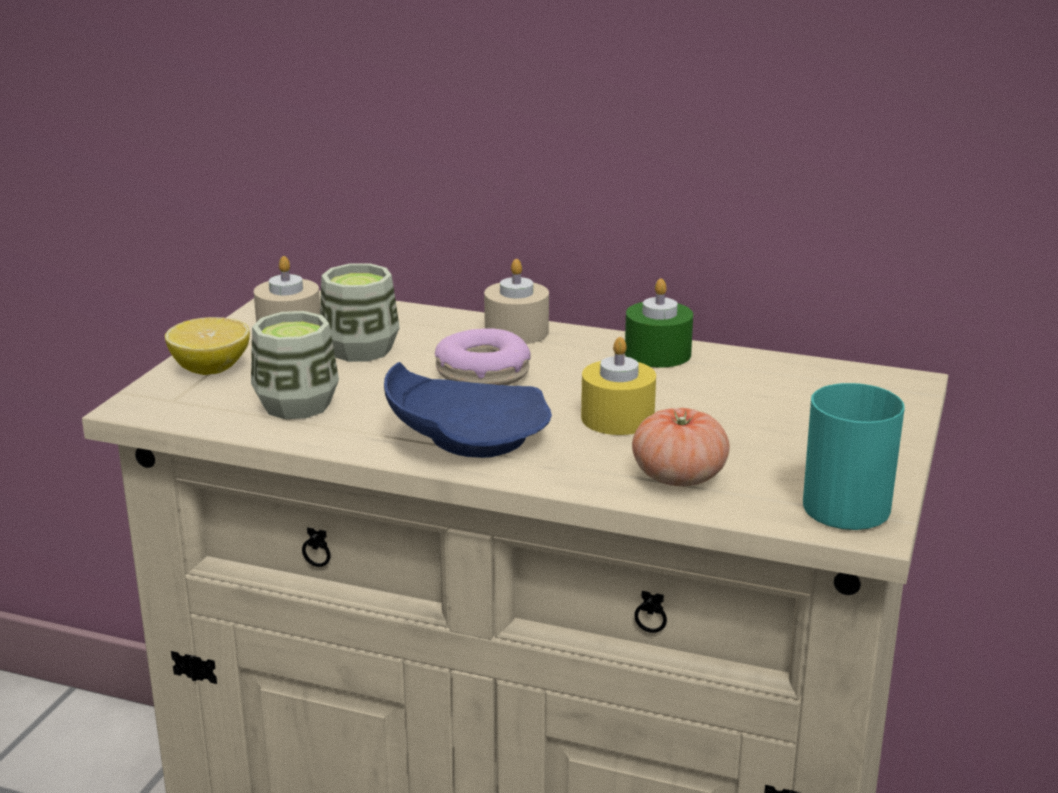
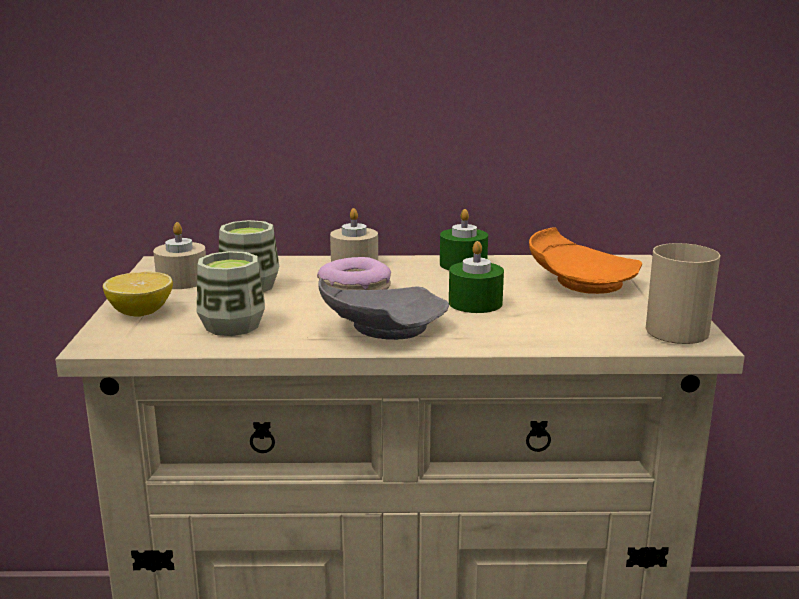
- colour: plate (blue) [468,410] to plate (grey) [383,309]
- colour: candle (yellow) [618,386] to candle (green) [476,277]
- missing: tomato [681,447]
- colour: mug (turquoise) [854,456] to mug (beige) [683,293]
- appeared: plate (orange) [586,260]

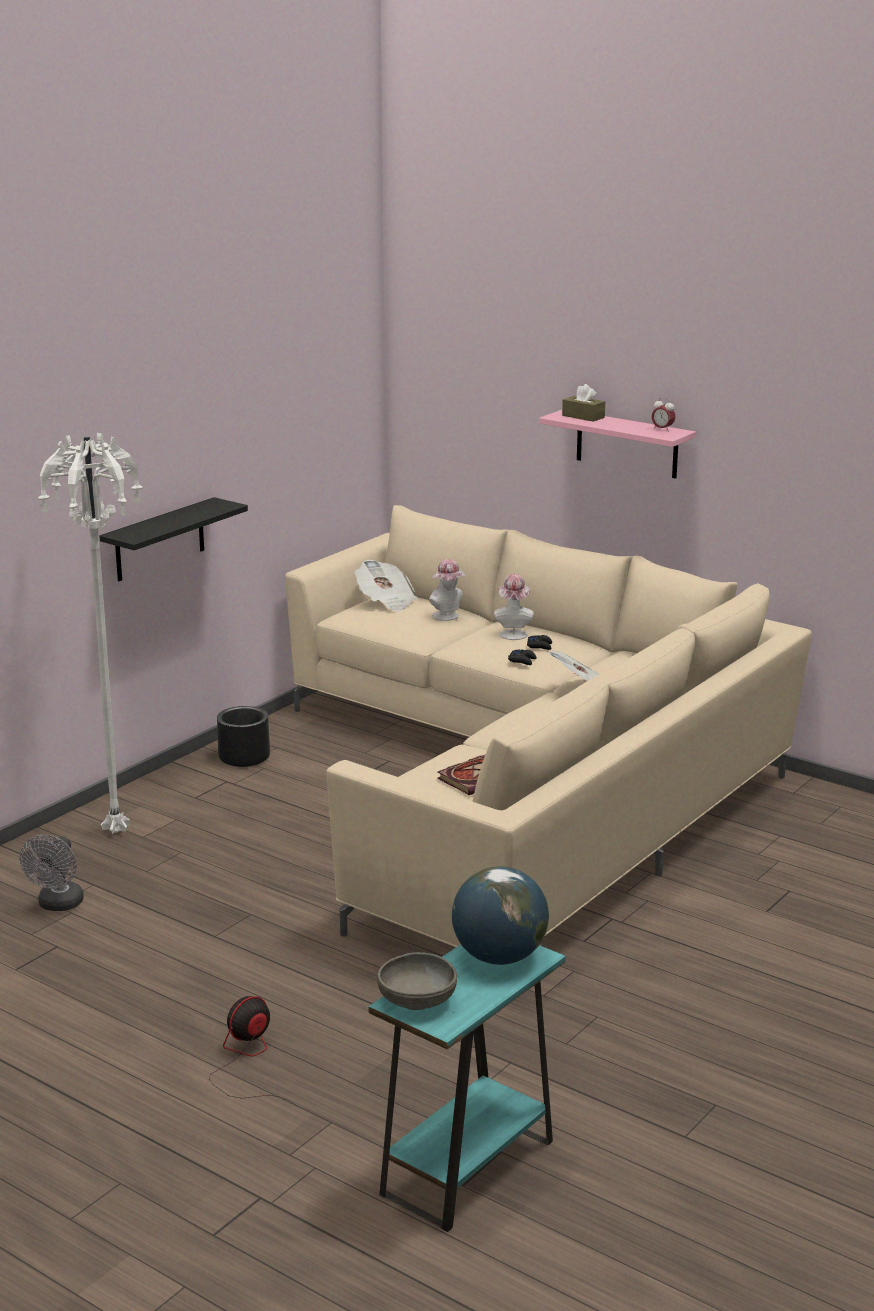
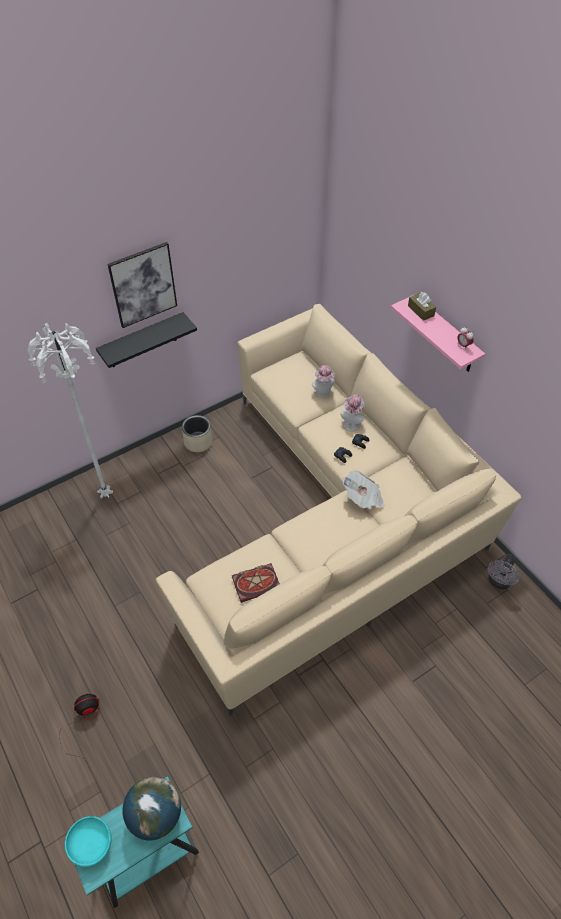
- relocated: fan (grey) [52,873] to [504,572]
- colour: planter (black) [243,736] to planter (beige) [197,433]
- missing: newspaper [386,586]
- colour: bowl (grey) [417,981] to bowl (turquoise) [88,841]
- appeared: picture [142,285]

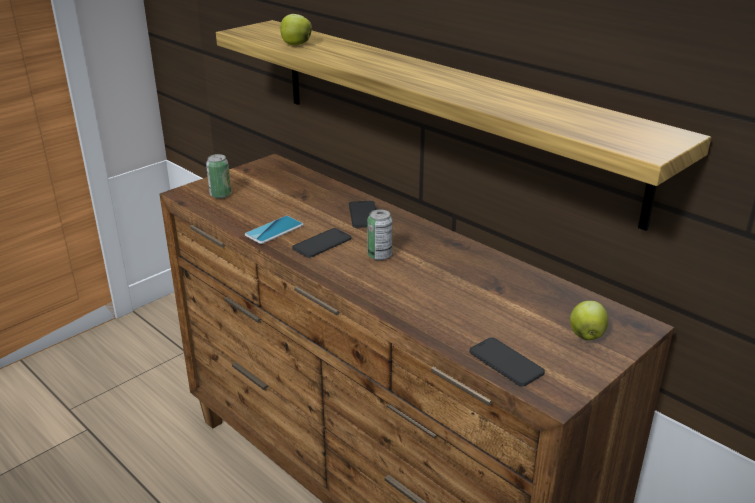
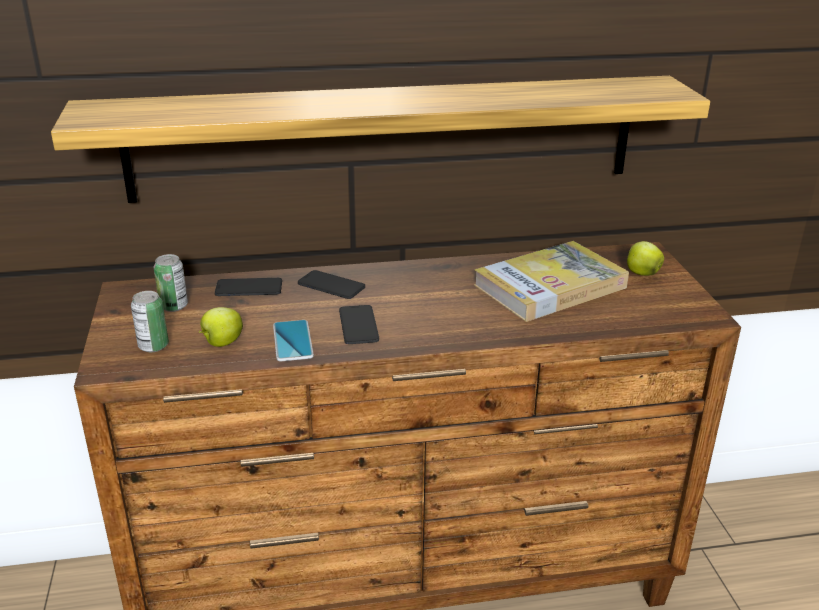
- relocated: apple [295,29] to [221,327]
- relocated: can [380,234] to [171,283]
- relocated: phone [507,362] to [248,287]
- appeared: book [551,281]

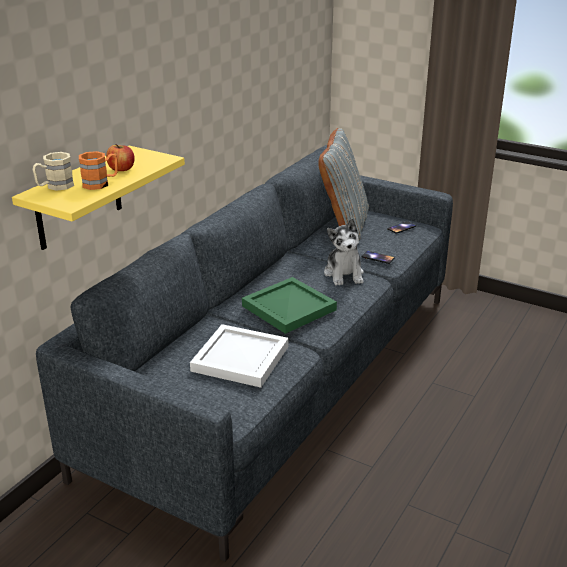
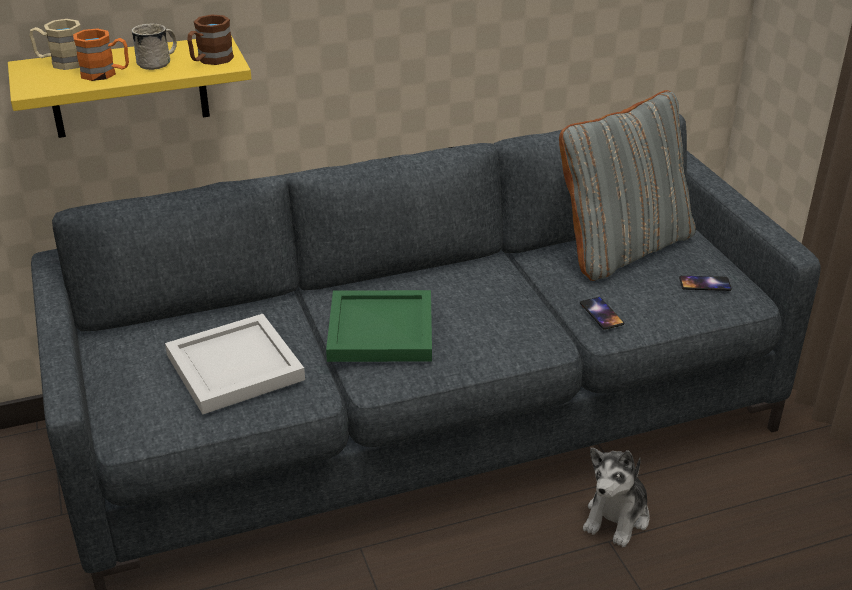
- exchanged: apple [120,157] to mug (white) [154,47]
- relocated: plush toy [344,252] to [616,497]
- appeared: mug (brown) [210,39]

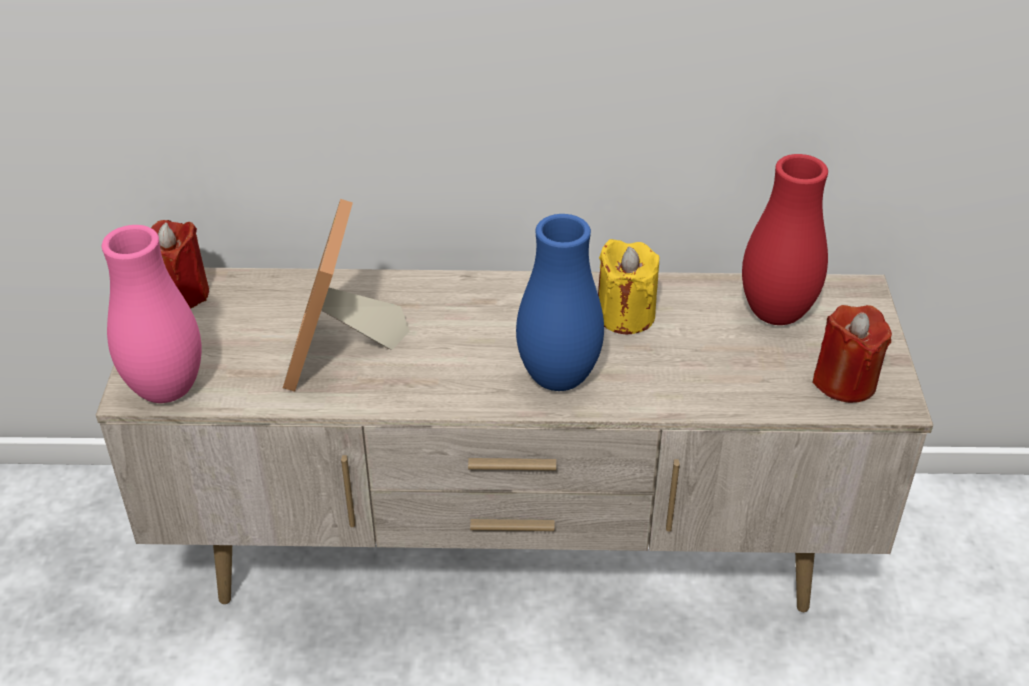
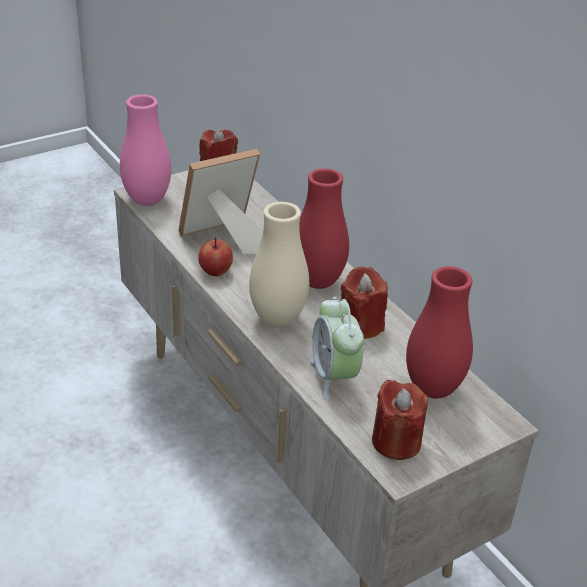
- colour: vase (blue) [560,302] to vase (beige) [279,264]
- colour: candle (yellow) [629,286] to candle (red) [364,303]
- appeared: apple [215,256]
- appeared: vase (red) [324,228]
- appeared: alarm clock [337,348]

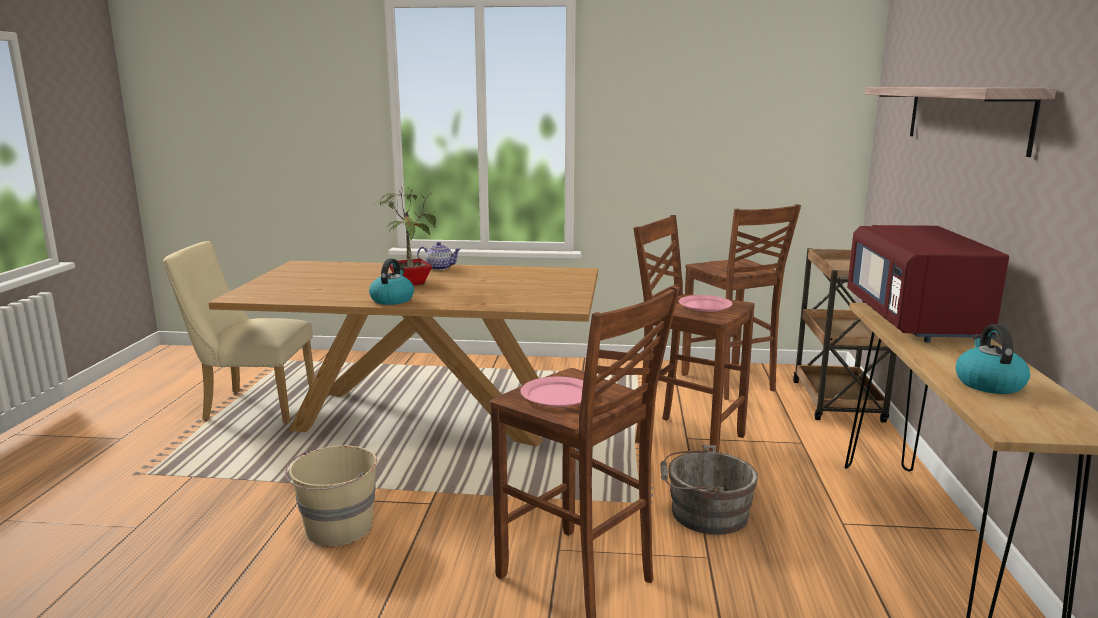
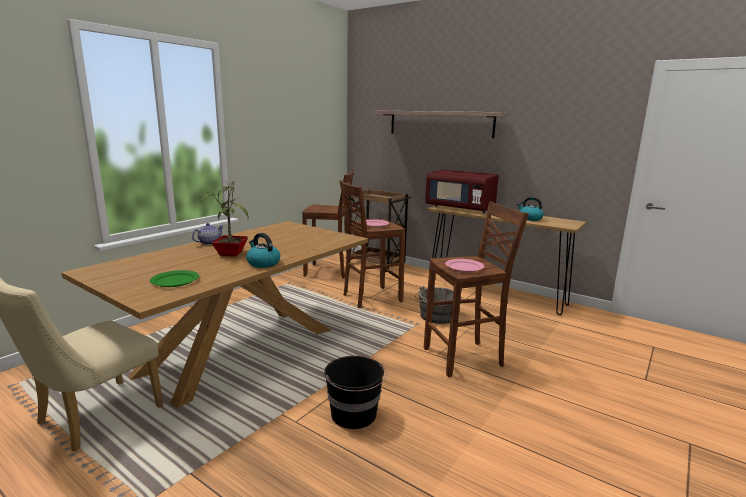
- colour: bucket (beige) [331,495] to bucket (black) [355,392]
- appeared: plate (green) [174,278]

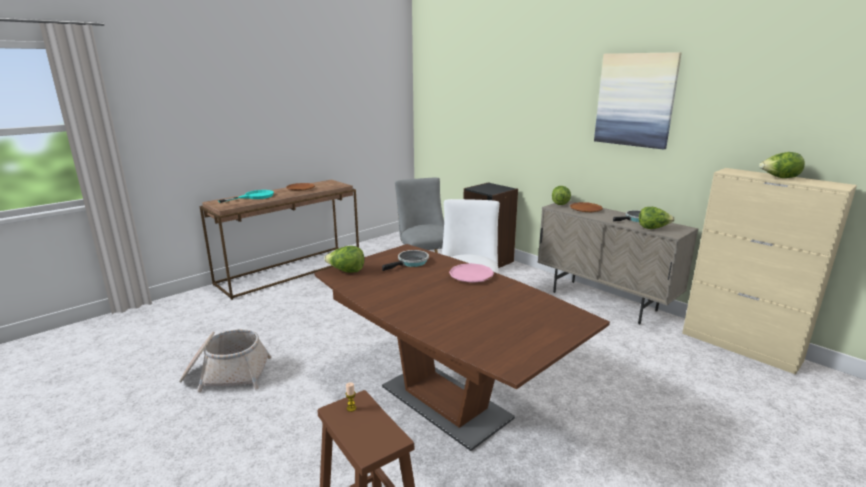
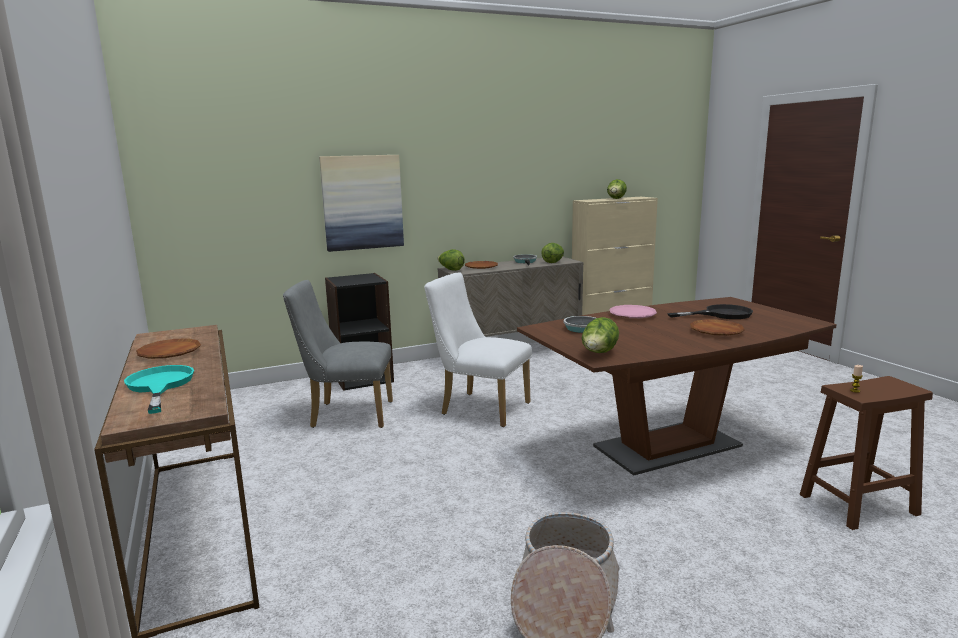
- relocated: picture [638,100] to [361,203]
- appeared: frying pan (black) [710,311]
- appeared: plate (brown) [717,327]

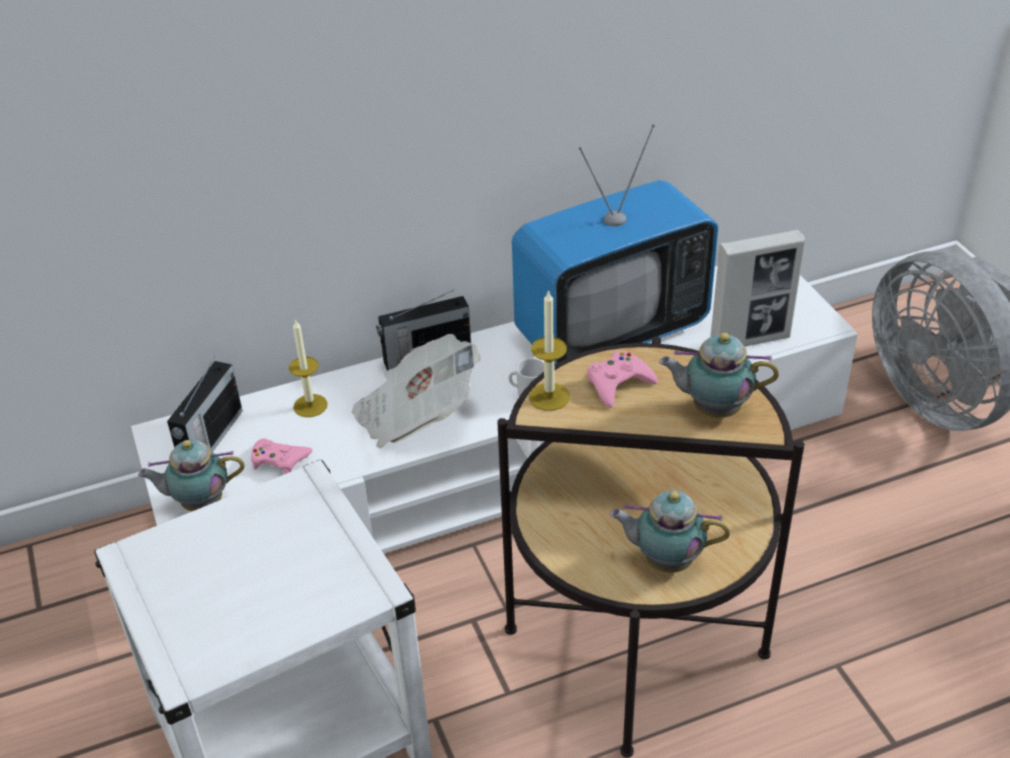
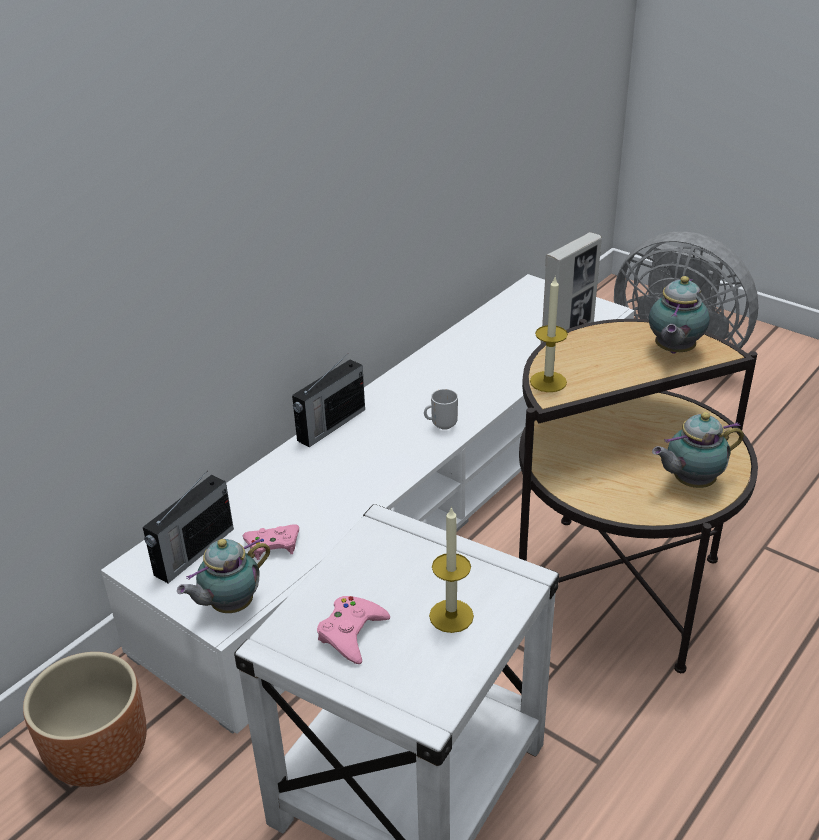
- spun: radio [204,404] = [188,526] 45 degrees clockwise
- relocated: candle [308,368] to [451,569]
- missing: newspaper [416,391]
- missing: television [615,244]
- relocated: game controller (pink) [622,379] to [353,630]
- spun: teapot [719,375] = [679,315] 45 degrees counterclockwise
- appeared: planter (brown) [85,719]

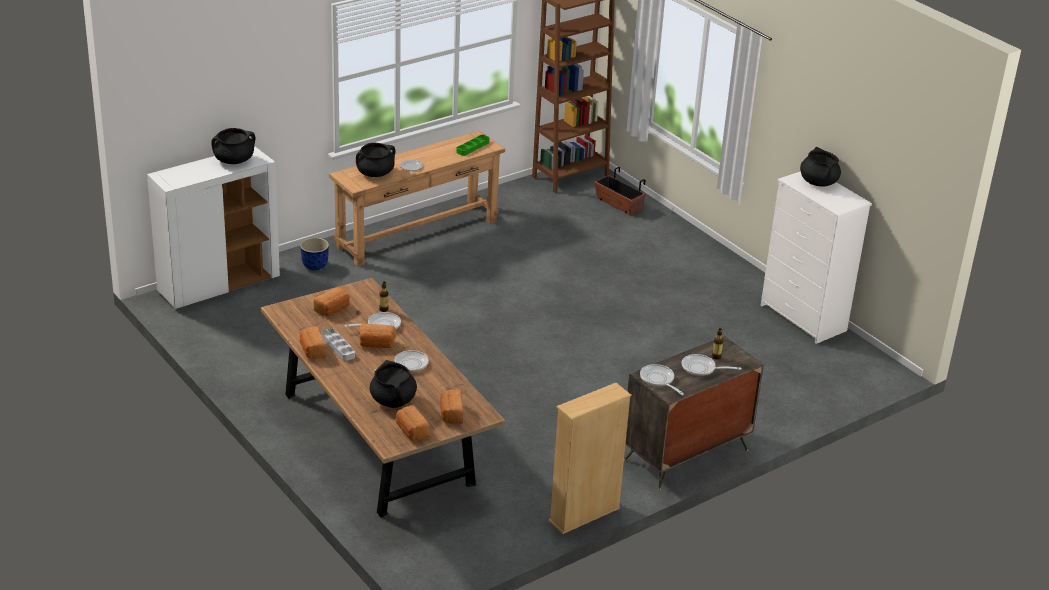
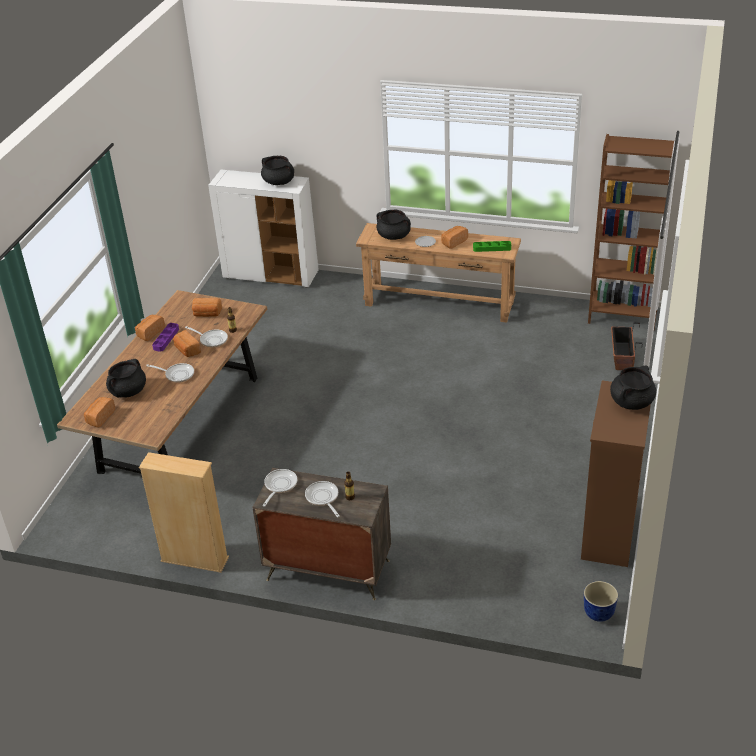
- relocated: planter [314,254] to [601,601]
- colour: tray (grey) [338,344] to tray (purple) [165,337]
- relocated: bread [451,406] to [454,237]
- colour: dresser (white) [816,257] to dresser (brown) [616,473]

